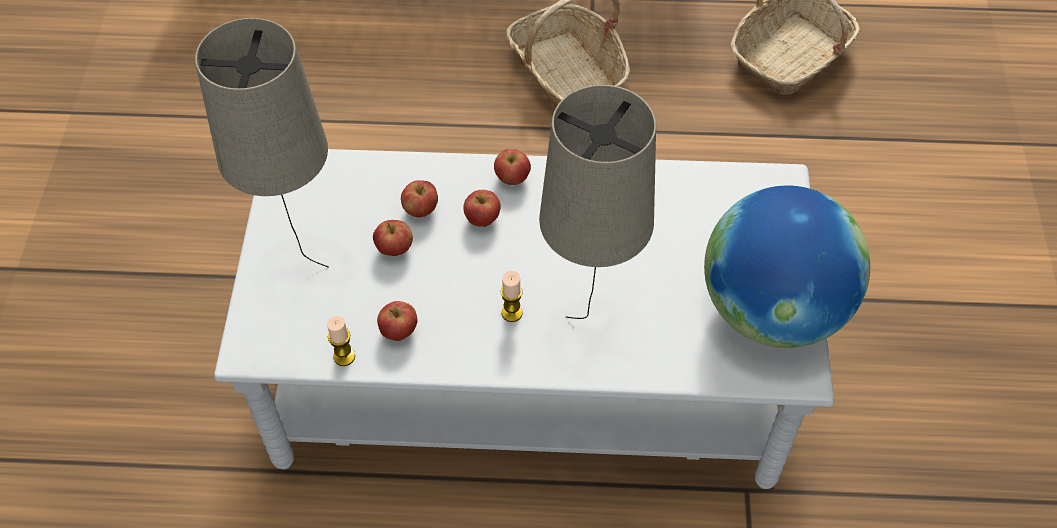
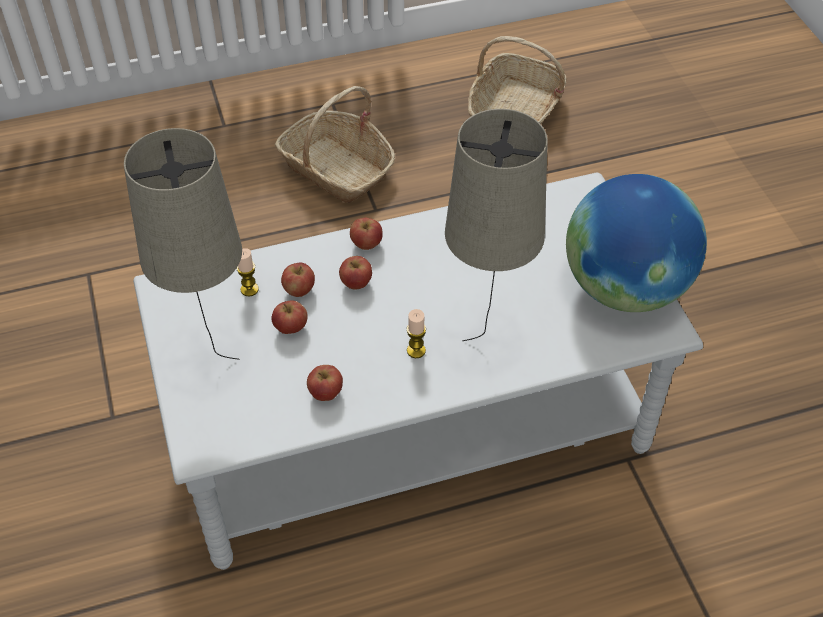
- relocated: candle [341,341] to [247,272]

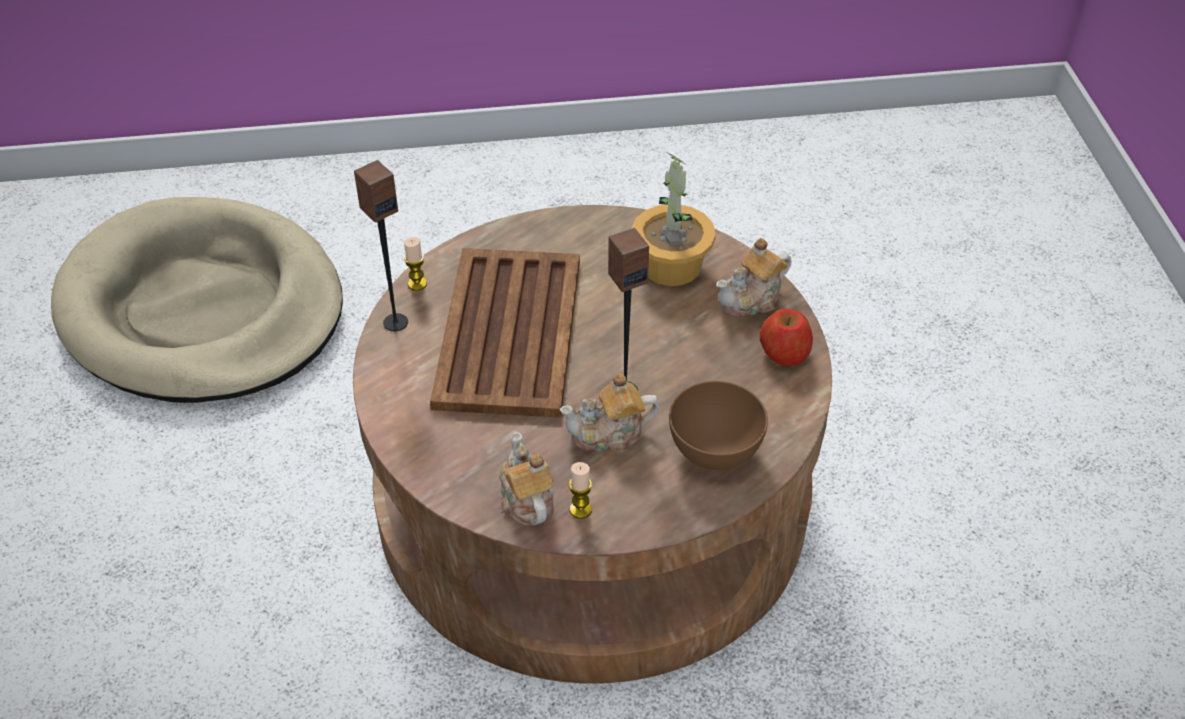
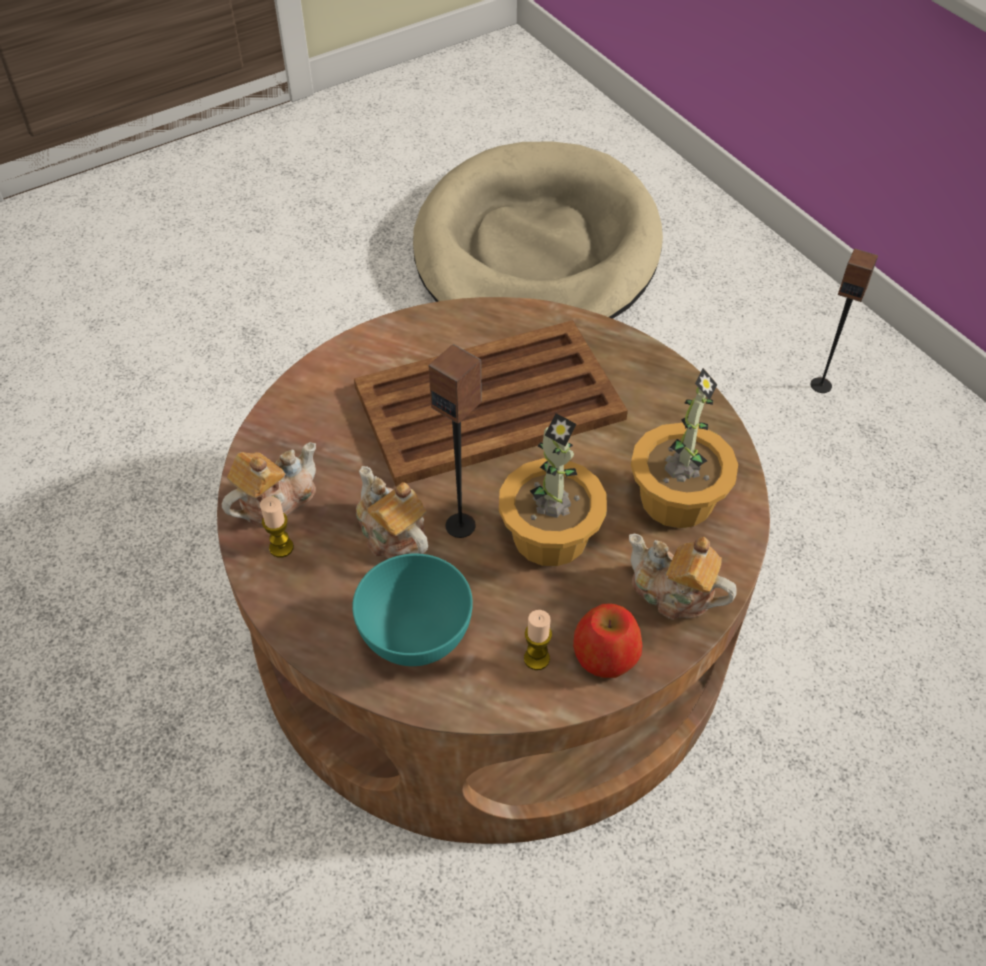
- relocated: speaker [381,245] to [844,321]
- relocated: candle [415,264] to [538,640]
- colour: bowl (brown) [718,425] to bowl (turquoise) [412,610]
- appeared: potted plant [553,489]

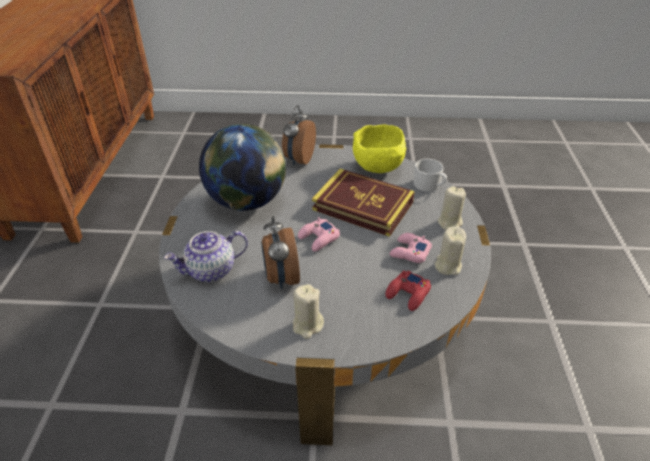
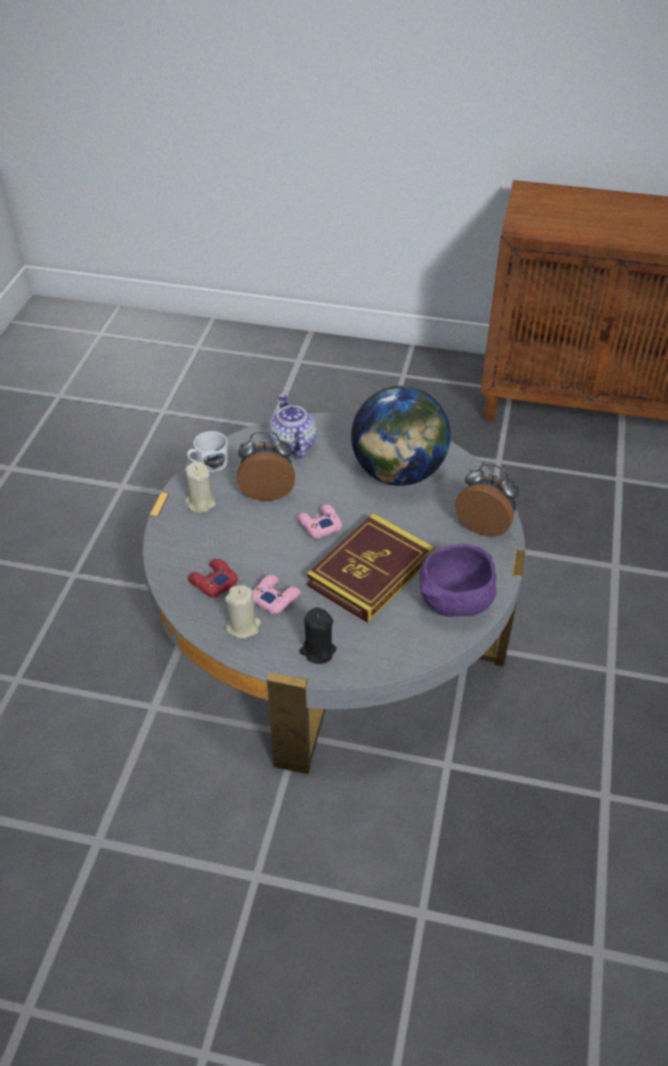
- colour: bowl (yellow) [379,148] to bowl (purple) [457,580]
- relocated: mug (white) [430,175] to [207,451]
- colour: candle (beige) [452,208] to candle (black) [317,635]

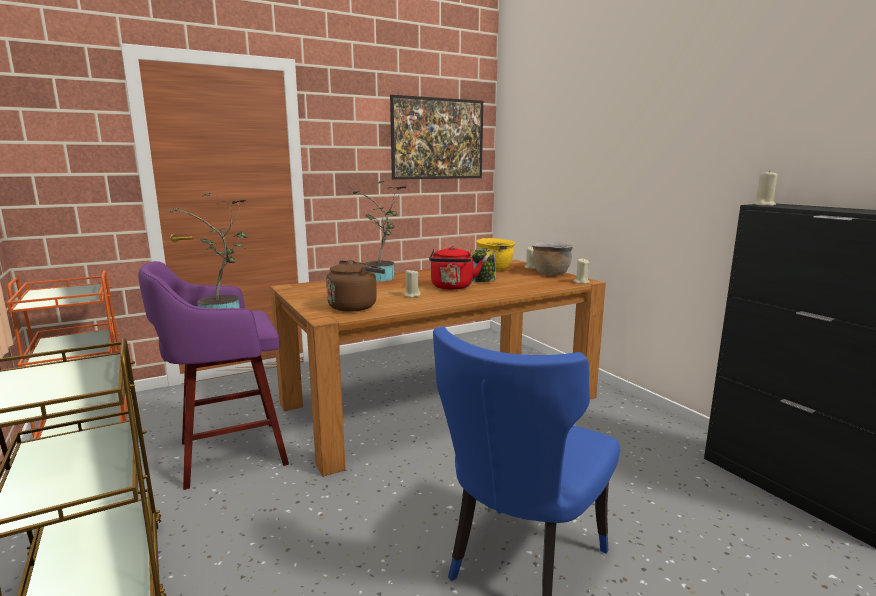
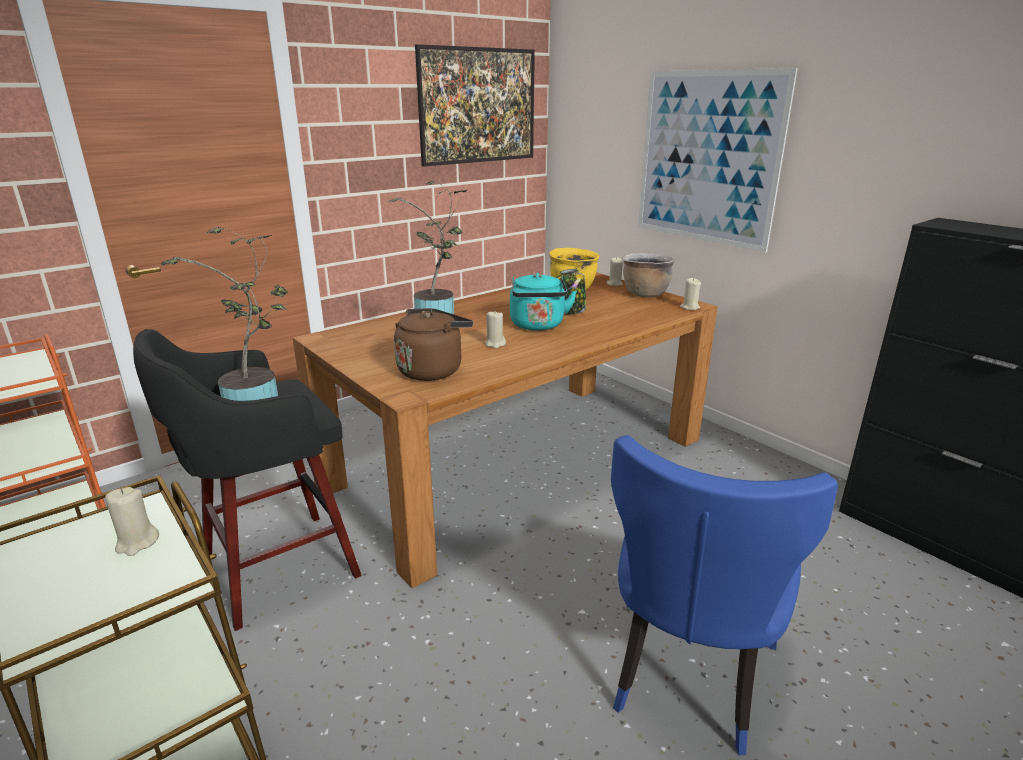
- colour: stool (purple) [214,375] to stool (black) [247,480]
- colour: kettle (red) [456,268] to kettle (turquoise) [543,302]
- relocated: candle (beige) [765,188] to [132,521]
- appeared: picture [718,160]

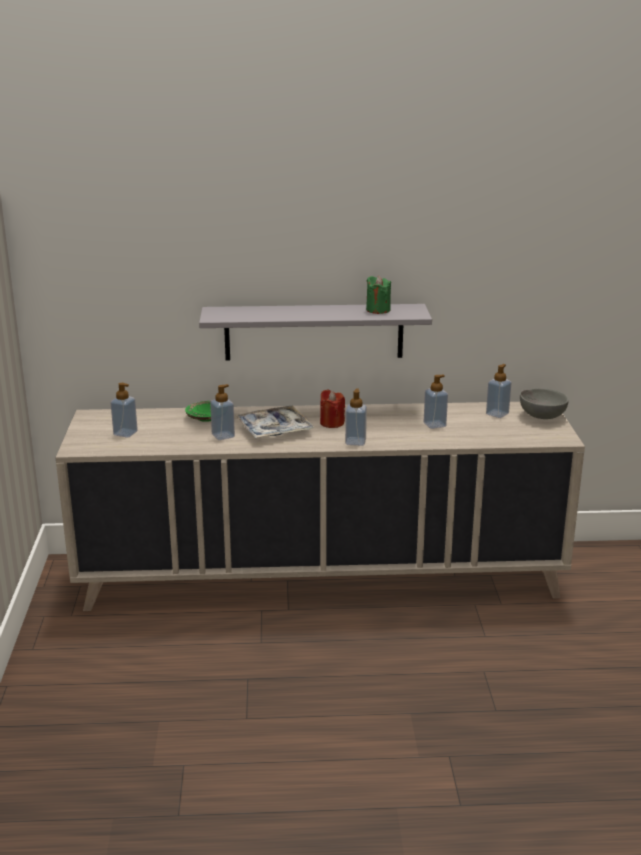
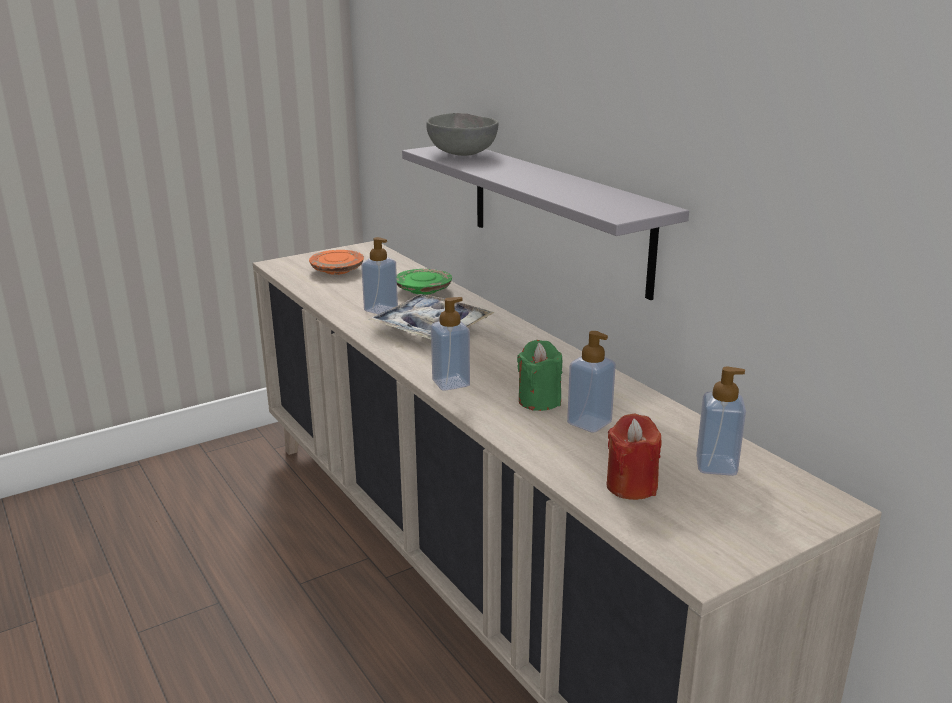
- exchanged: soap dispenser [124,410] to plate (orange) [336,262]
- relocated: candle (red) [332,409] to [634,457]
- relocated: candle (green) [378,295] to [539,375]
- relocated: bowl (grey) [544,403] to [462,134]

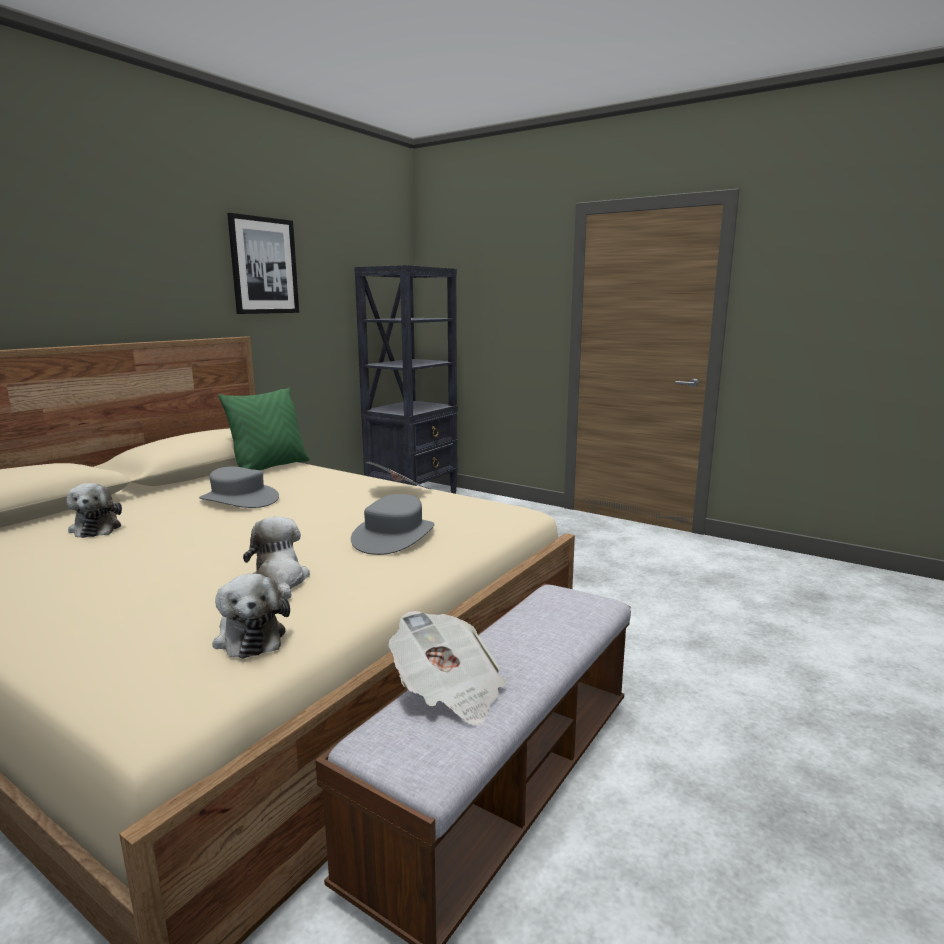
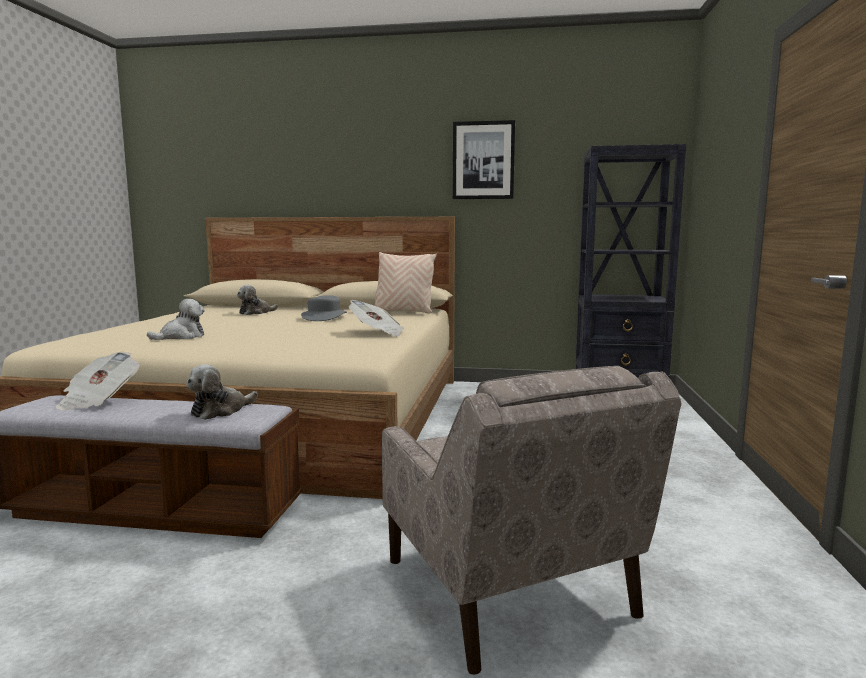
- relocated: plush toy [251,616] to [222,392]
- colour: pillow (green) [264,428] to pillow (beige) [406,282]
- missing: hat (grey) [392,524]
- appeared: armchair (beige) [532,520]

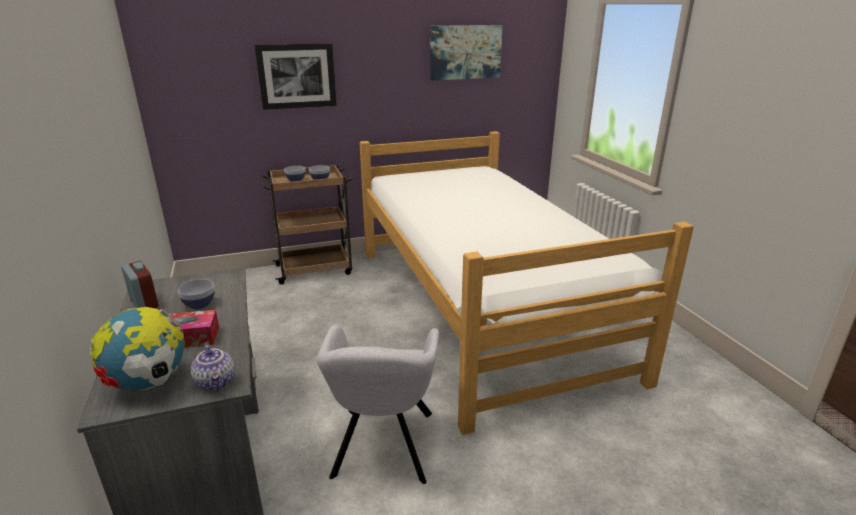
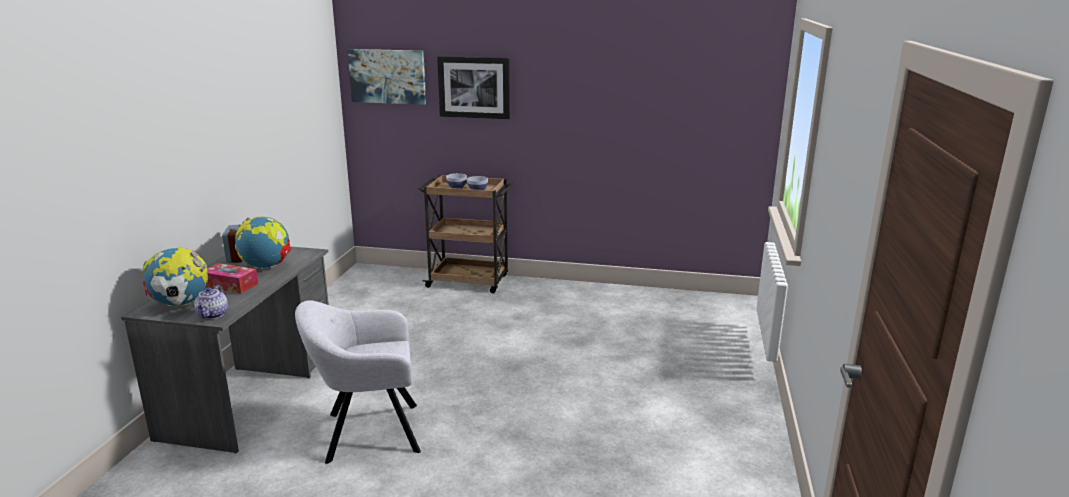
- exchanged: bowl [196,294] to globe [263,243]
- spun: armchair (grey) [378,404] = [358,382] 45 degrees clockwise
- missing: bed [526,283]
- relocated: picture [466,52] to [386,77]

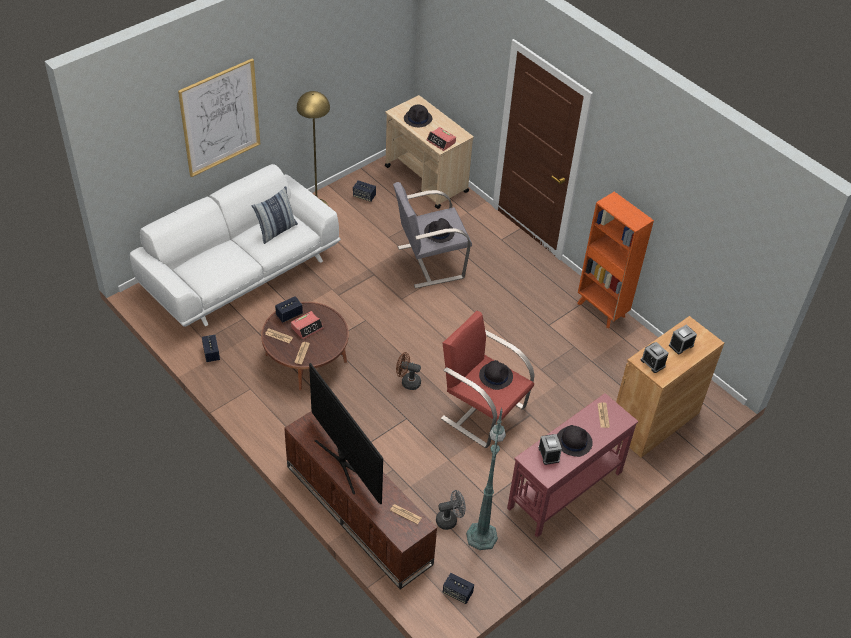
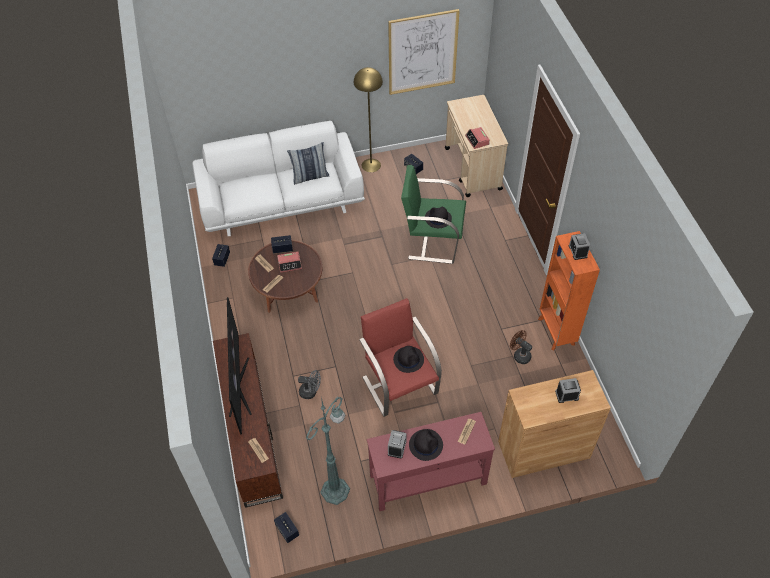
- relocated: picture [219,118] to [424,52]
- colour: armchair (grey) [432,235] to armchair (green) [433,214]
- relocated: fan (brown) [408,371] to [521,347]
- missing: hat (black) [418,116]
- relocated: fan (grey) [451,510] to [309,384]
- relocated: alarm clock [654,357] to [579,246]

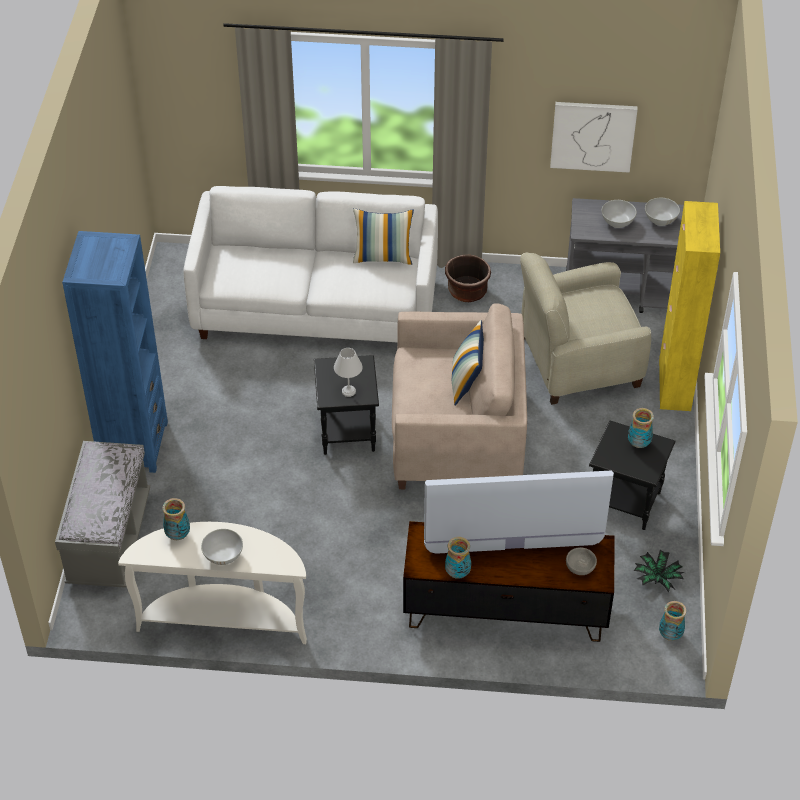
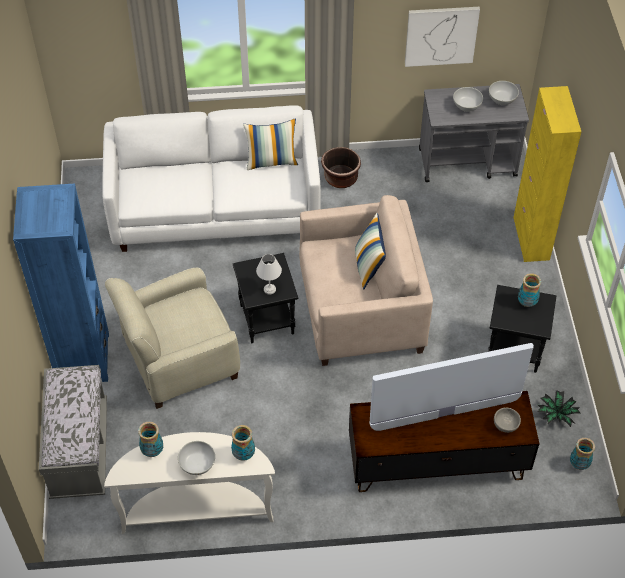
- relocated: vase [458,558] to [243,443]
- relocated: armchair (beige) [585,329] to [172,338]

